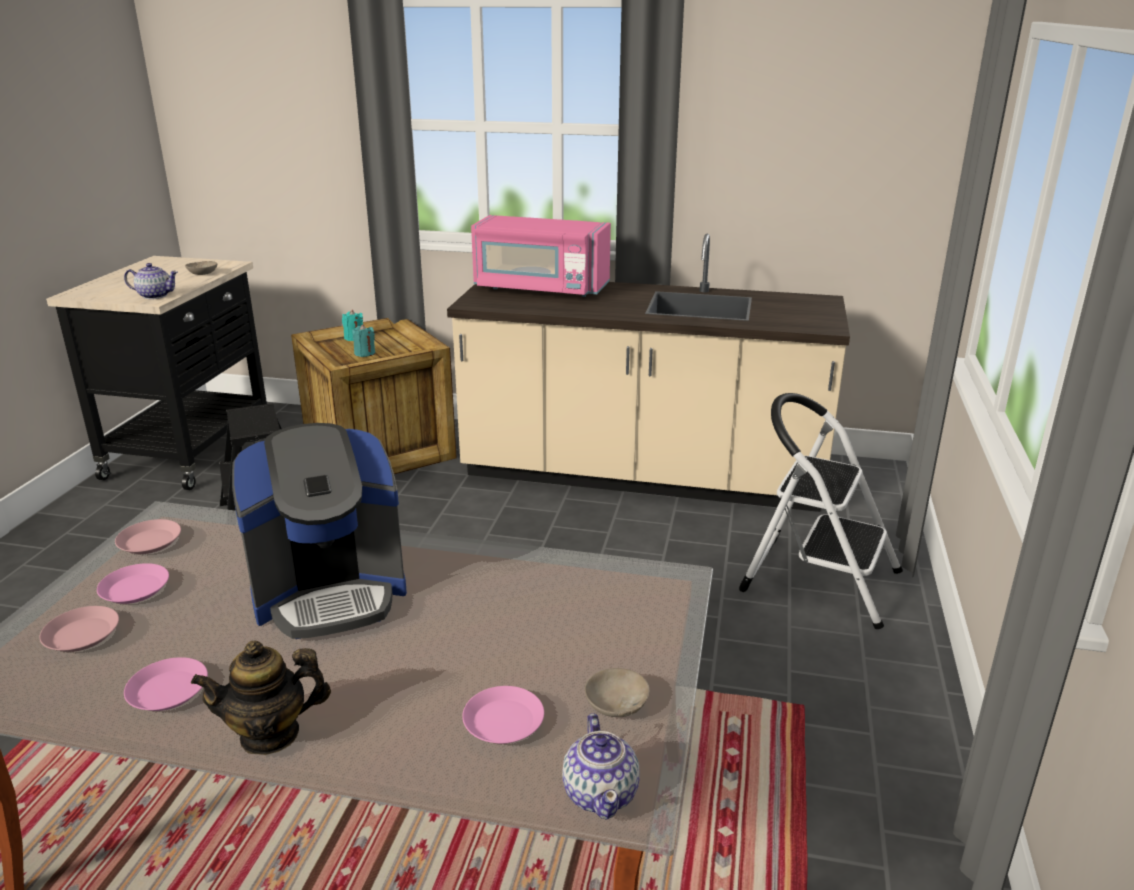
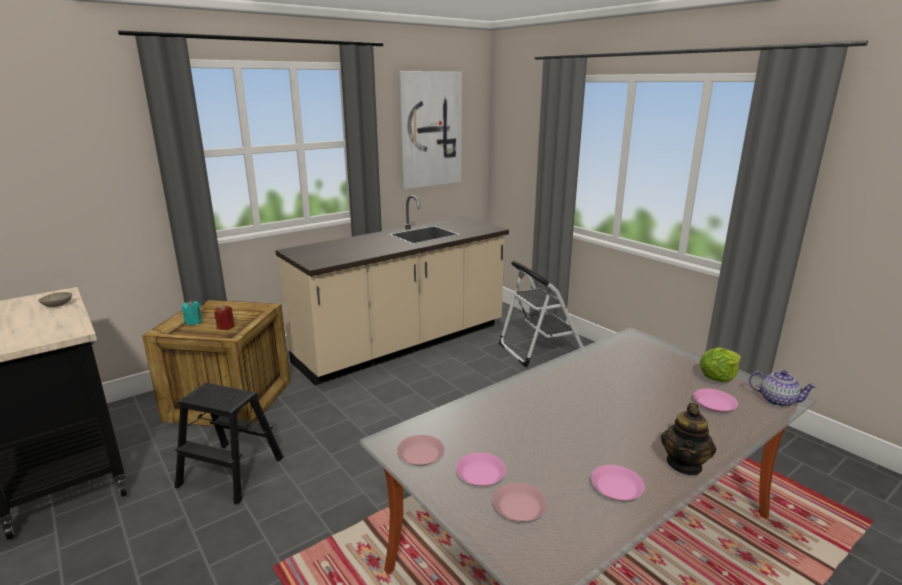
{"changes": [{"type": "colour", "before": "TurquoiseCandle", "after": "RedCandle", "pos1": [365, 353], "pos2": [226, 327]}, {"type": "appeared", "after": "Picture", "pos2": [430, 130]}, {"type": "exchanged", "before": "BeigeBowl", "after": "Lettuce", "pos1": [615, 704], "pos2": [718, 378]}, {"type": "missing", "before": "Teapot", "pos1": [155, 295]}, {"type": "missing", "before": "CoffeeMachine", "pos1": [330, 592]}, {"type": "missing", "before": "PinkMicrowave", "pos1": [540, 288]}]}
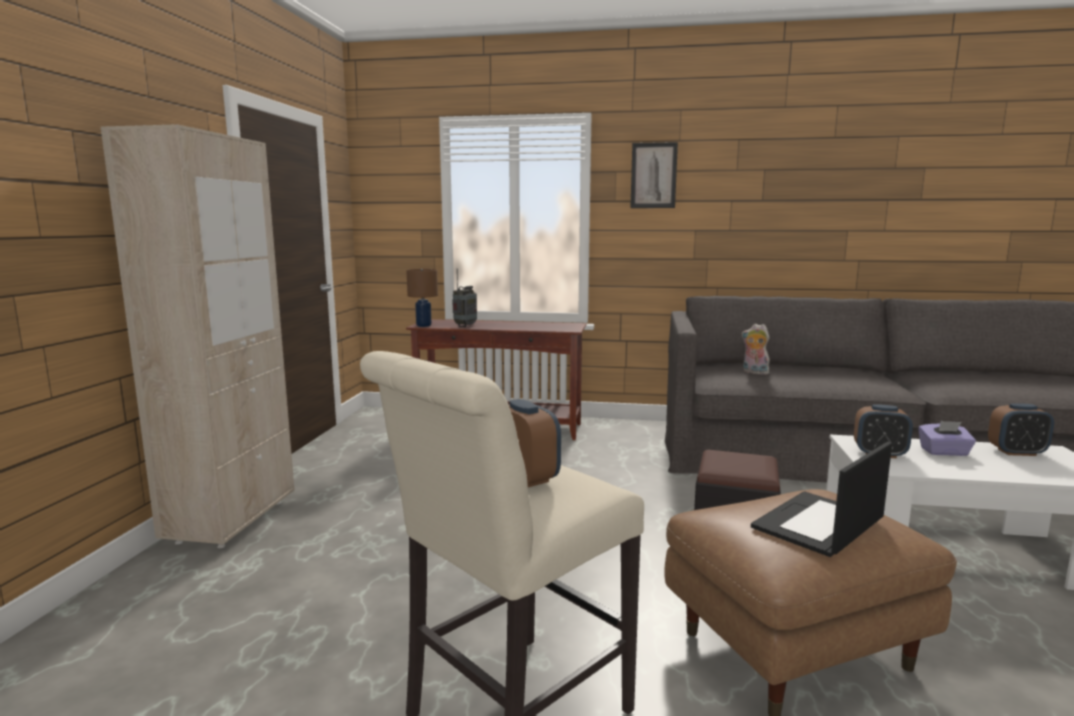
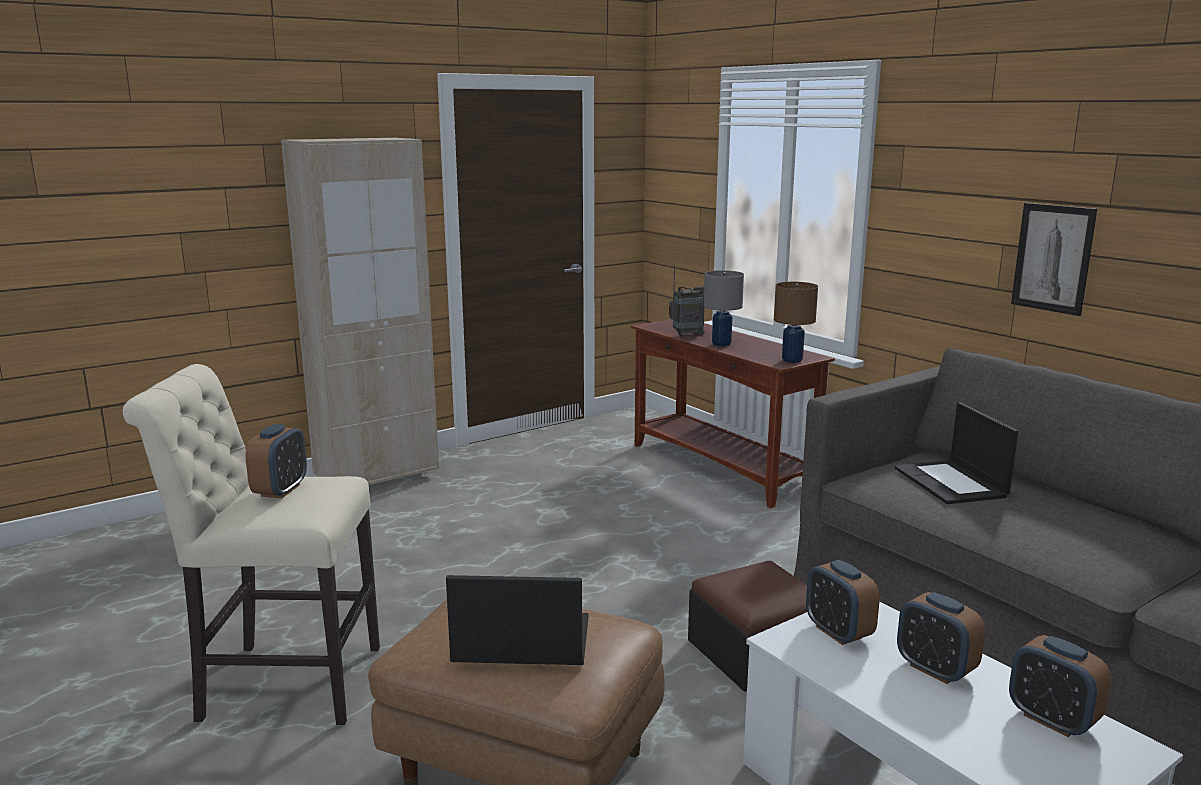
{"changes": [{"type": "appeared", "after": "GreyTableLamp", "pos2": [722, 344]}, {"type": "relocated", "before": "BrownTableLamp", "pos1": [424, 325], "pos2": [793, 361]}, {"type": "exchanged", "before": "PlushToy", "after": "Laptop", "pos1": [754, 372], "pos2": [951, 483]}, {"type": "exchanged", "before": "PurpleTissueBox", "after": "AlarmClock", "pos1": [944, 452], "pos2": [935, 669]}, {"type": "relocated", "before": "Picture", "pos1": [653, 175], "pos2": [1053, 258]}]}
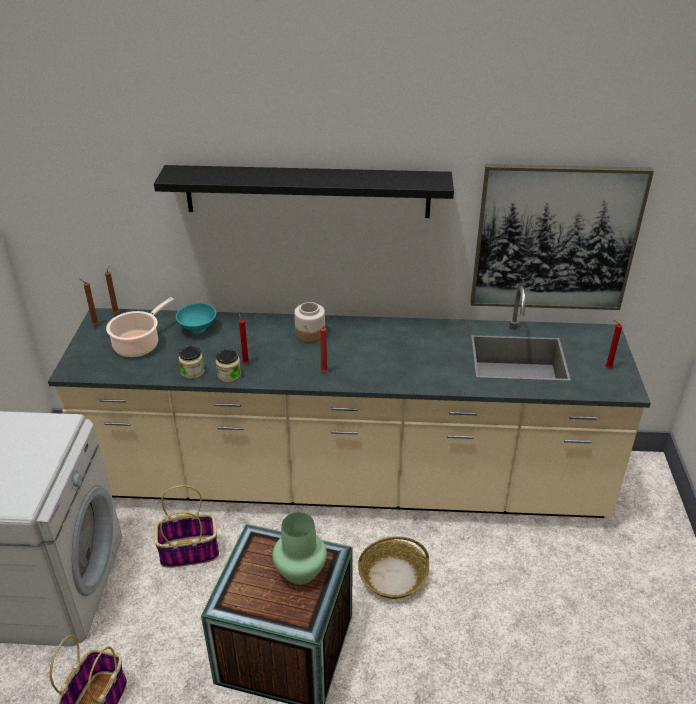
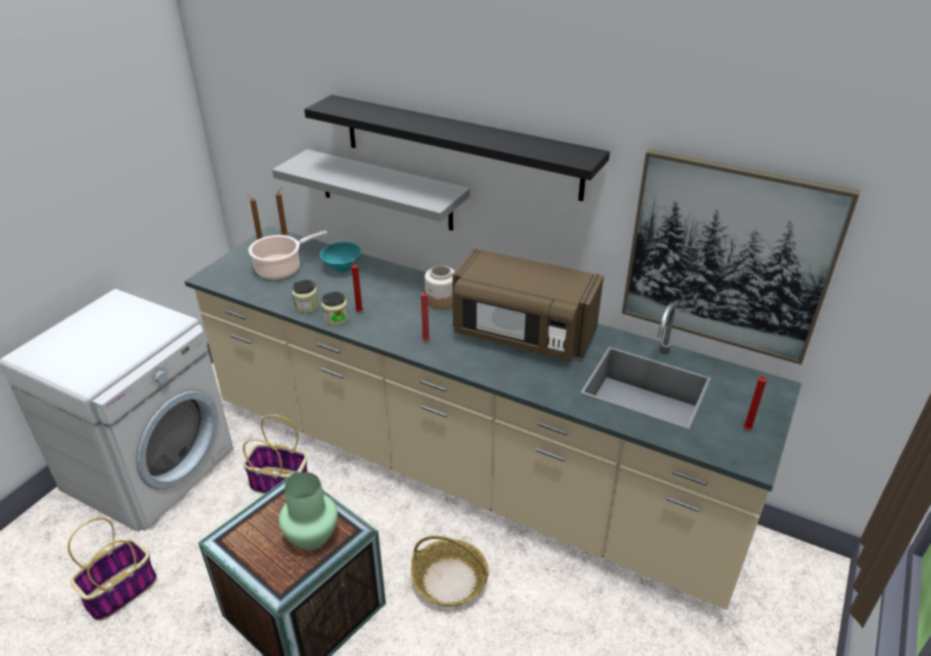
{"changes": [{"type": "appeared", "after": "GreyShelf", "pos2": [386, 190]}, {"type": "appeared", "after": "BrownMicrowave", "pos2": [522, 335]}]}
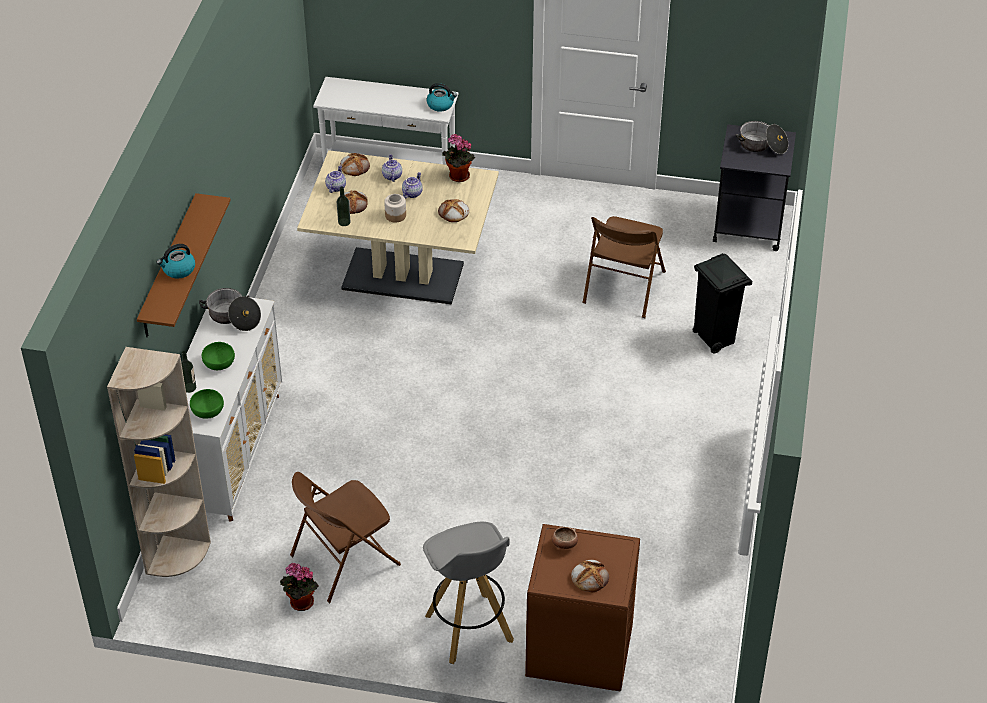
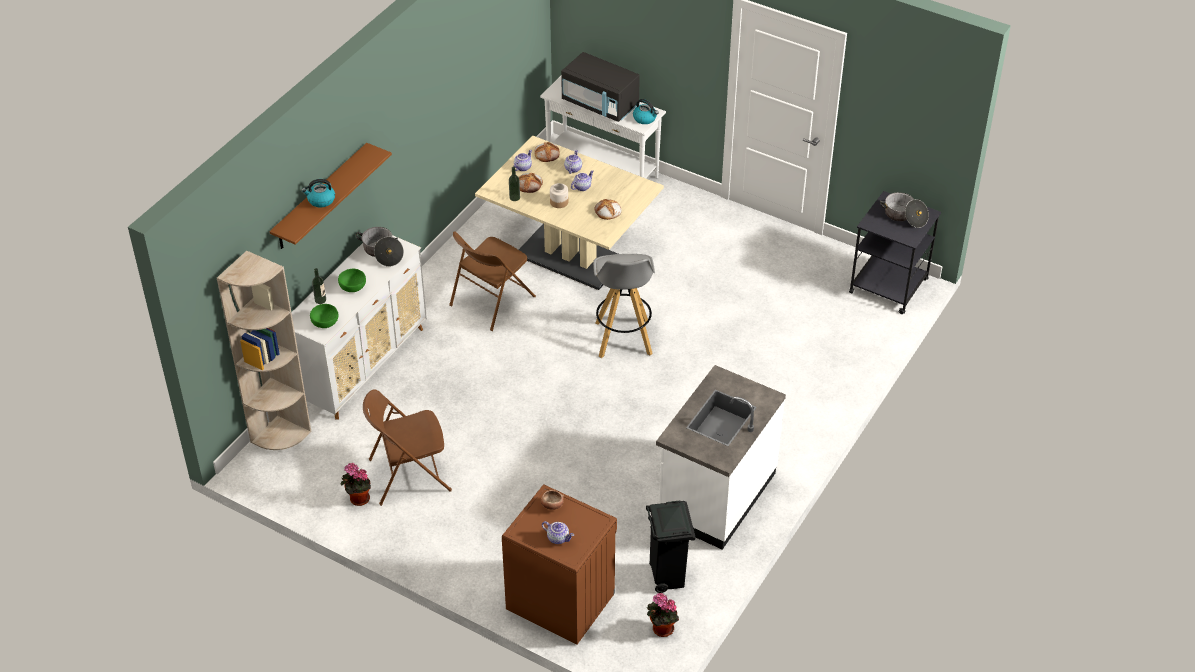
{"changes": [{"type": "relocated", "before": "BrownChair", "pos1": [623, 287], "pos2": [492, 301]}, {"type": "exchanged", "before": "Bread", "after": "Teapot", "pos1": [590, 577], "pos2": [558, 538]}, {"type": "appeared", "after": "BlackMicrowave", "pos2": [600, 104]}, {"type": "relocated", "before": "GreyStool", "pos1": [469, 630], "pos2": [623, 339]}, {"type": "relocated", "before": "BlackTrashCan", "pos1": [714, 338], "pos2": [667, 577]}, {"type": "relocated", "before": "PottedPlant", "pos1": [457, 177], "pos2": [661, 629]}, {"type": "appeared", "after": "WhiteCounter", "pos2": [716, 495]}]}
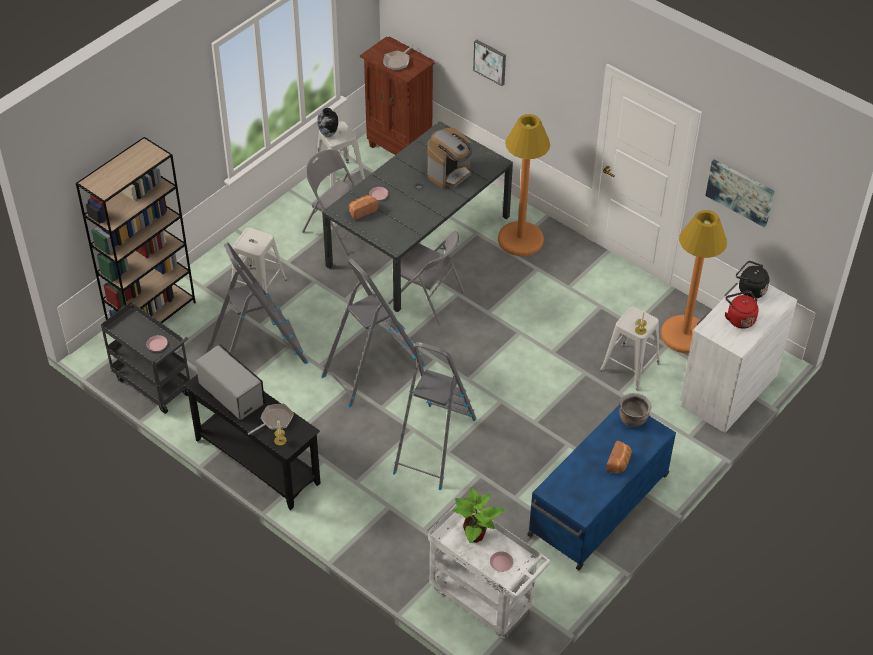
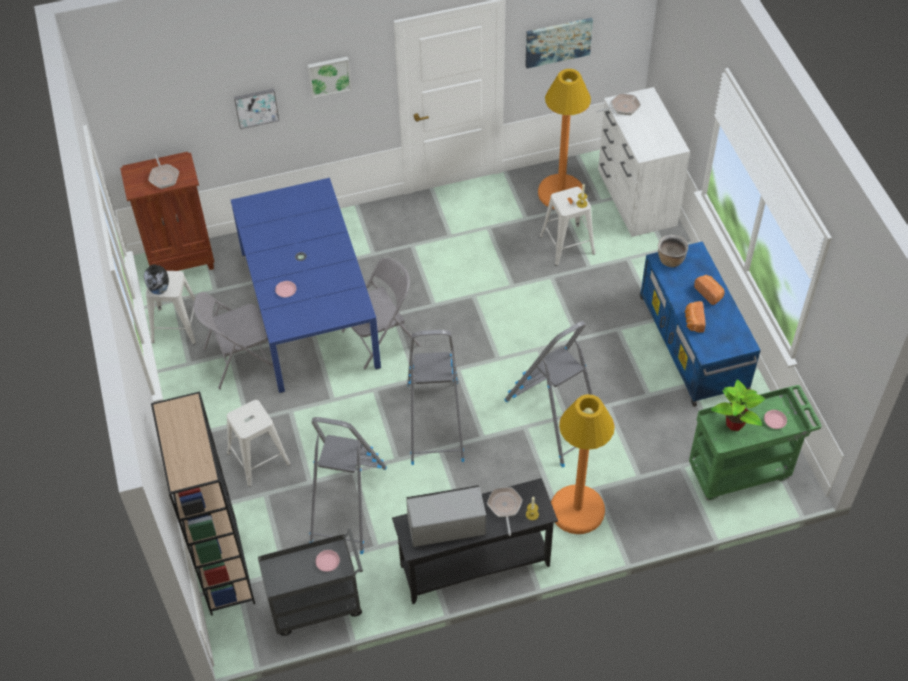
{"changes": [{"type": "colour", "before": "GreyDiningTable", "after": "BlueDiningTable", "pos1": [418, 241], "pos2": [308, 308]}, {"type": "appeared", "after": "Picture", "pos2": [329, 75]}, {"type": "relocated", "before": "OrangeFloorLamp", "pos1": [520, 239], "pos2": [577, 510]}, {"type": "exchanged", "before": "BlackKettle", "after": "FryingPan", "pos1": [750, 289], "pos2": [622, 107]}, {"type": "relocated", "before": "Bread", "pos1": [362, 211], "pos2": [693, 321]}, {"type": "colour", "before": "WhiteCart", "after": "GreenCart", "pos1": [484, 604], "pos2": [743, 473]}, {"type": "missing", "before": "CoffeeMachine", "pos1": [449, 173]}, {"type": "missing", "before": "RedKettle", "pos1": [739, 318]}]}
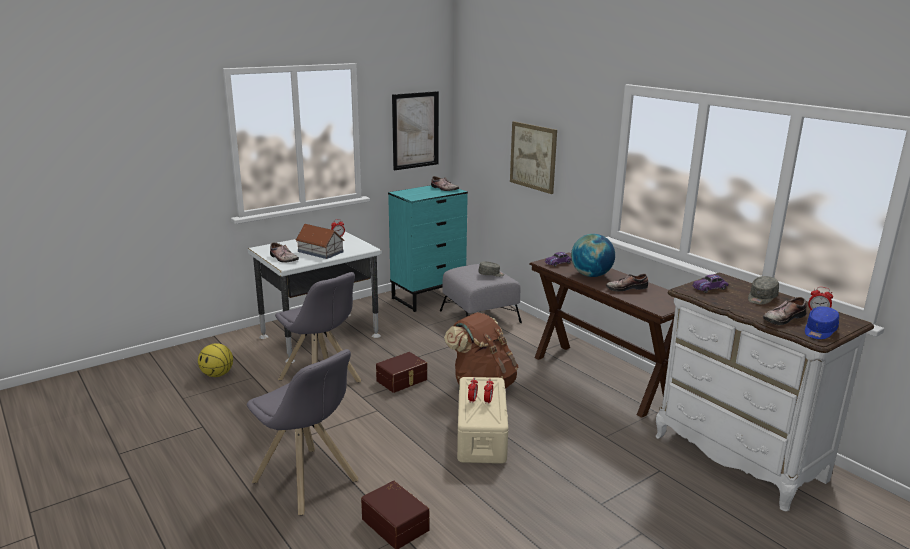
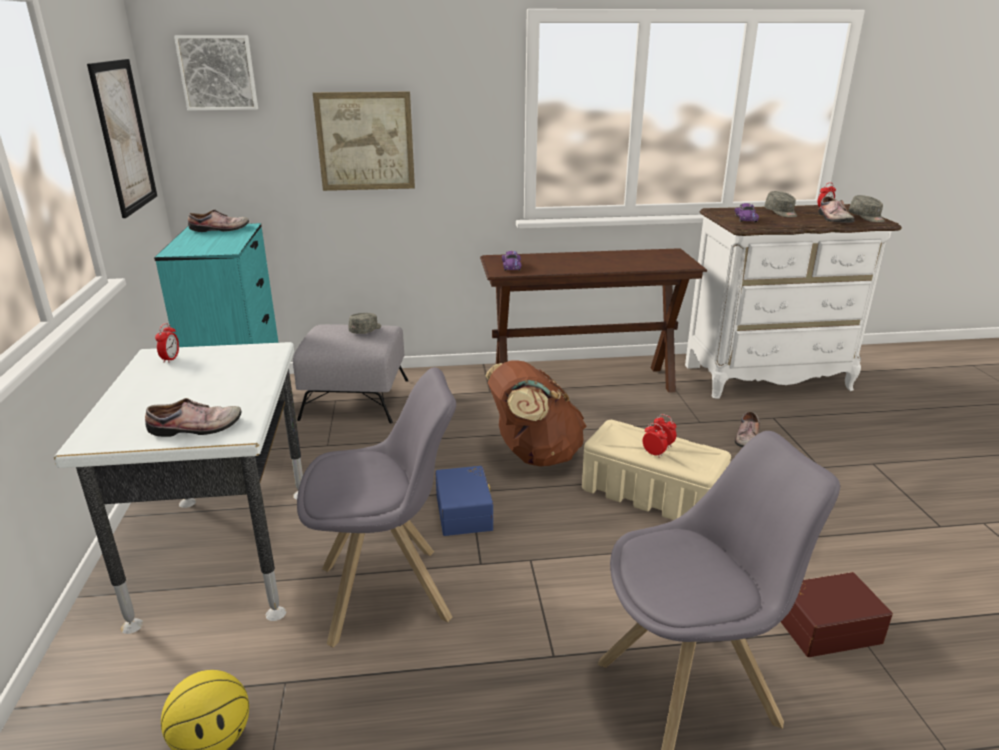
{"changes": [{"type": "appeared", "after": "Picture", "pos2": [218, 73]}, {"type": "colour", "before": "BrownStorageBox", "after": "BlueStorageBox", "pos1": [402, 380], "pos2": [465, 512]}, {"type": "relocated", "before": "Shoe", "pos1": [625, 288], "pos2": [746, 438]}, {"type": "colour", "before": "BlueCap", "after": "GreyCap", "pos1": [819, 331], "pos2": [866, 217]}, {"type": "missing", "before": "ToyHouse", "pos1": [320, 251]}, {"type": "missing", "before": "Globe", "pos1": [591, 275]}]}
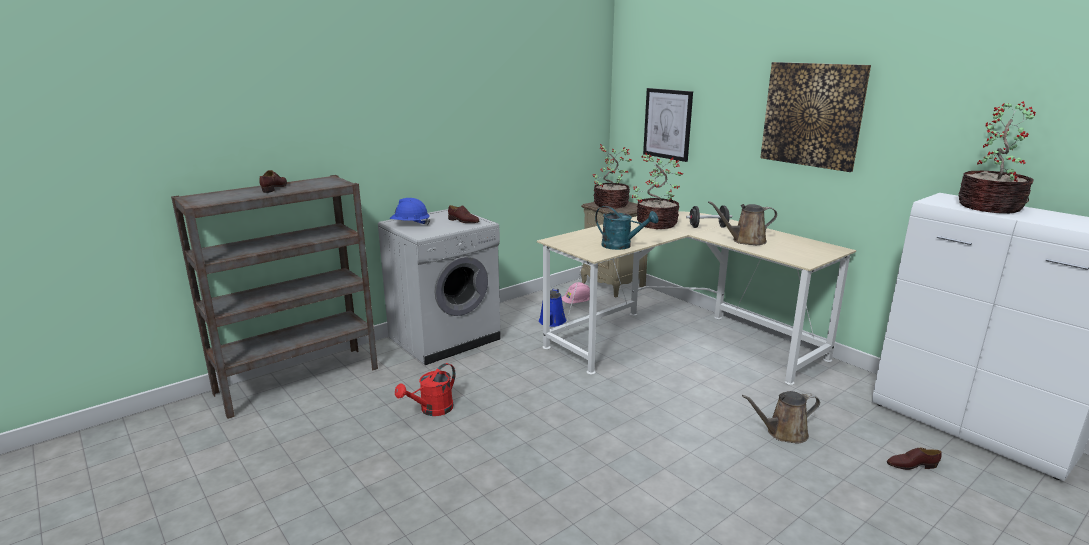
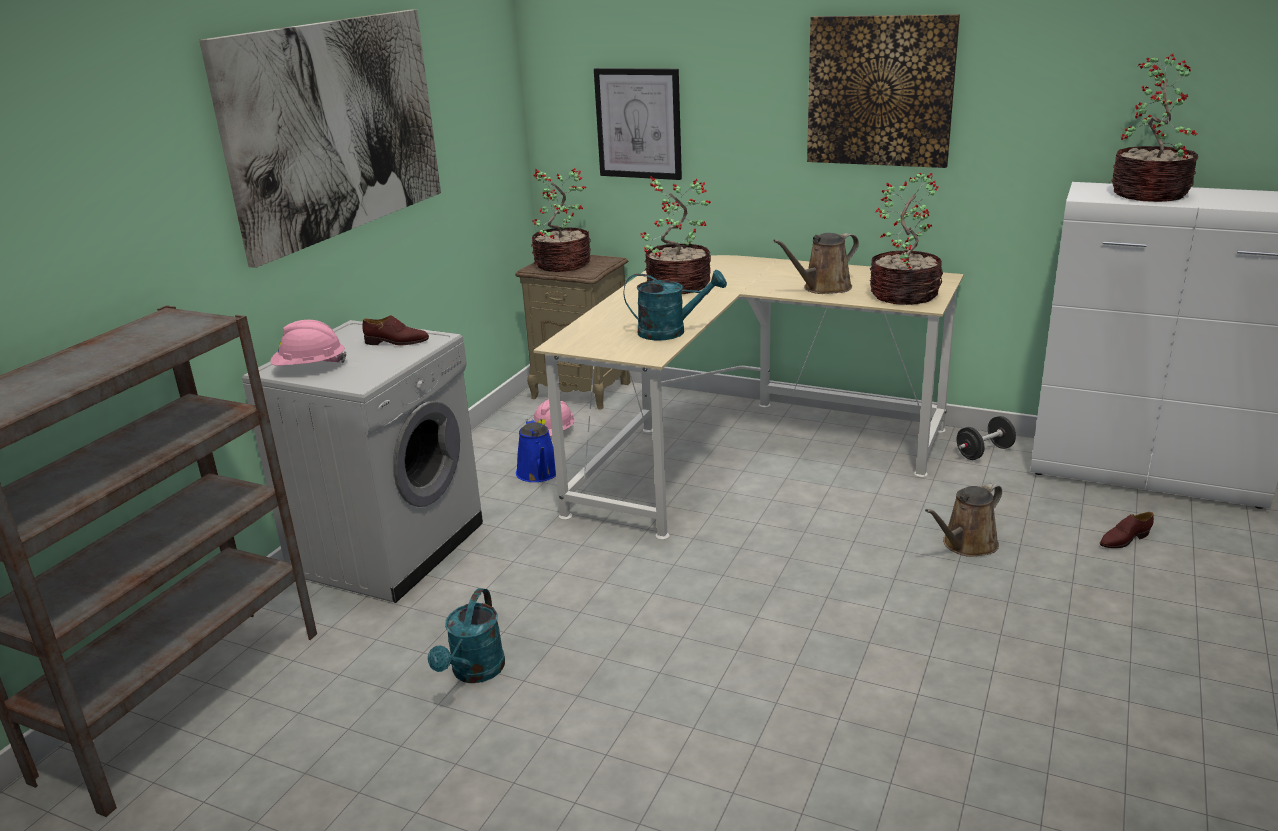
{"changes": [{"type": "appeared", "after": "Picture", "pos2": [335, 128]}, {"type": "colour", "before": "BlueHardHat", "after": "PinkHardHat", "pos1": [410, 224], "pos2": [310, 368]}, {"type": "colour", "before": "RedWateringCan", "after": "TurquoiseWateringCan", "pos1": [432, 410], "pos2": [474, 673]}, {"type": "appeared", "after": "PottedPlant", "pos2": [904, 294]}, {"type": "relocated", "before": "BlackDumbbell", "pos1": [708, 227], "pos2": [984, 452]}, {"type": "missing", "before": "BrownShoe", "pos1": [275, 188]}]}
